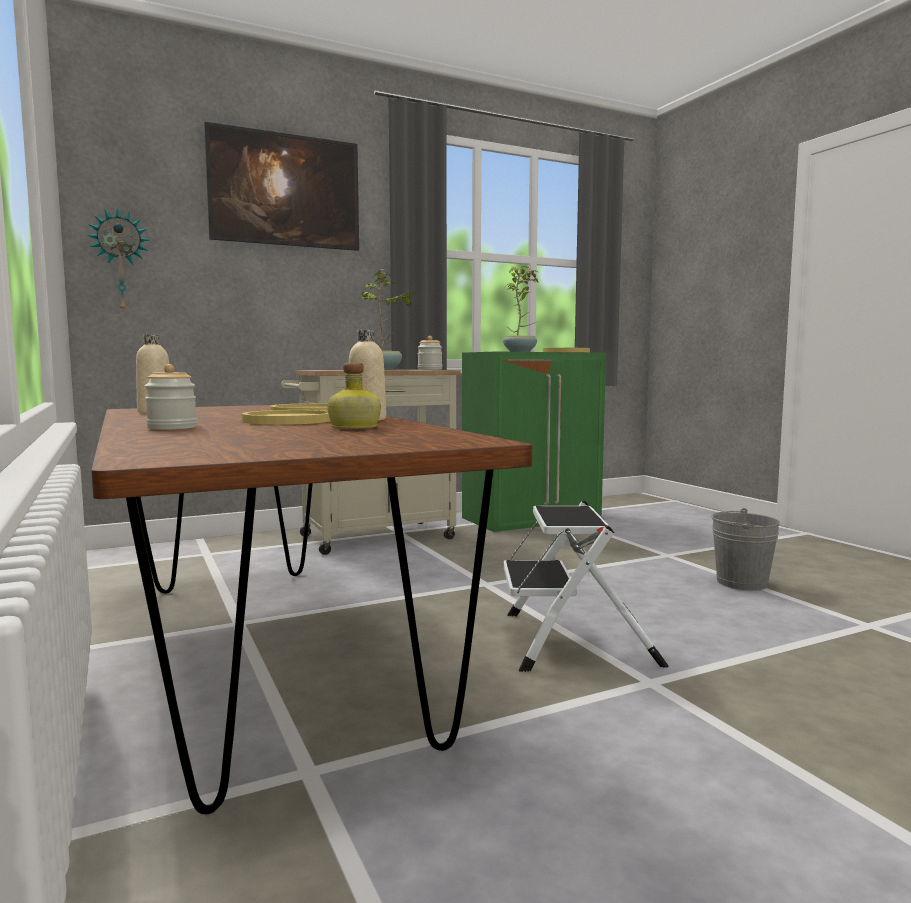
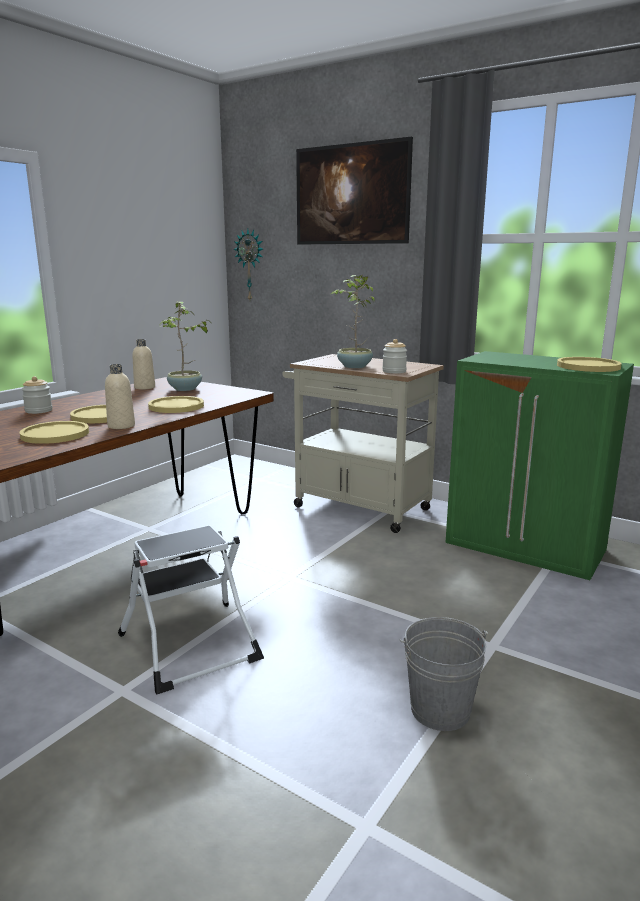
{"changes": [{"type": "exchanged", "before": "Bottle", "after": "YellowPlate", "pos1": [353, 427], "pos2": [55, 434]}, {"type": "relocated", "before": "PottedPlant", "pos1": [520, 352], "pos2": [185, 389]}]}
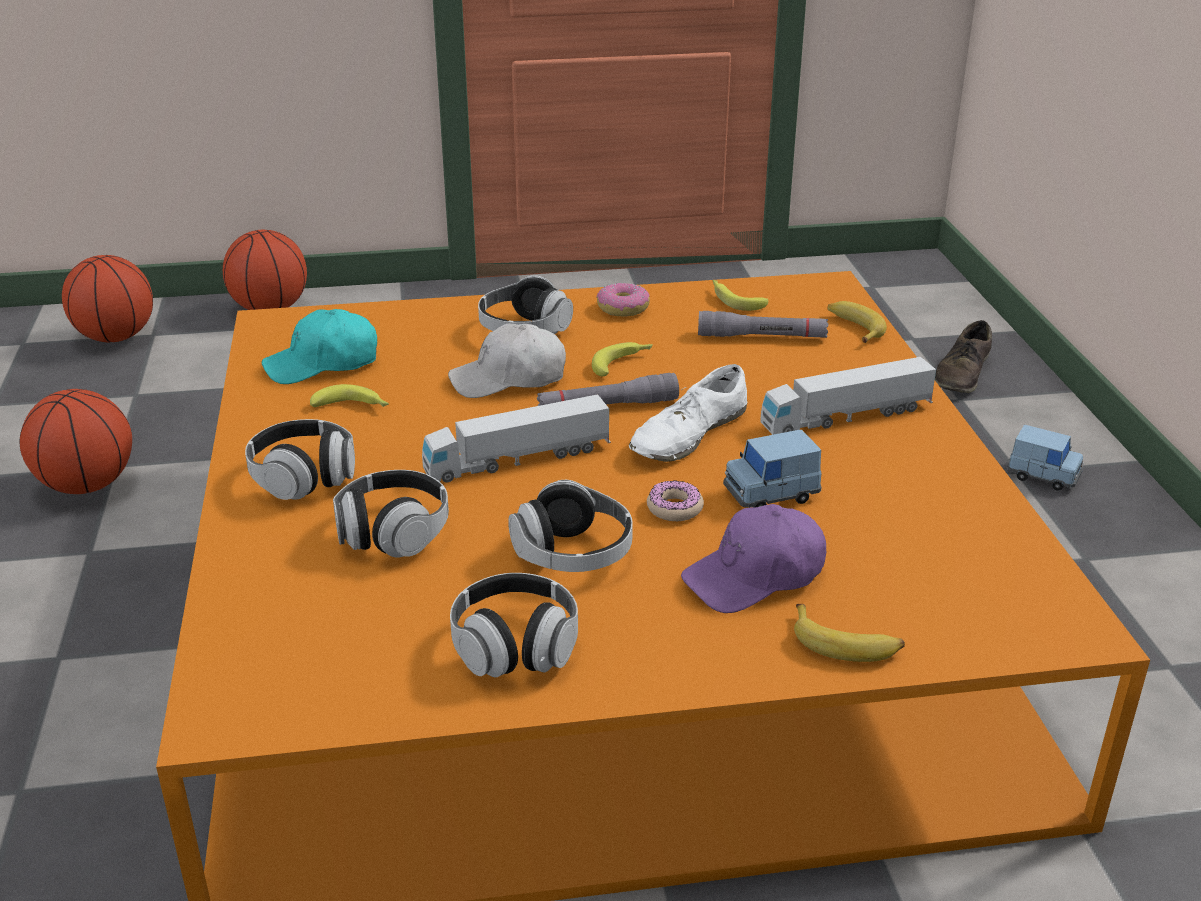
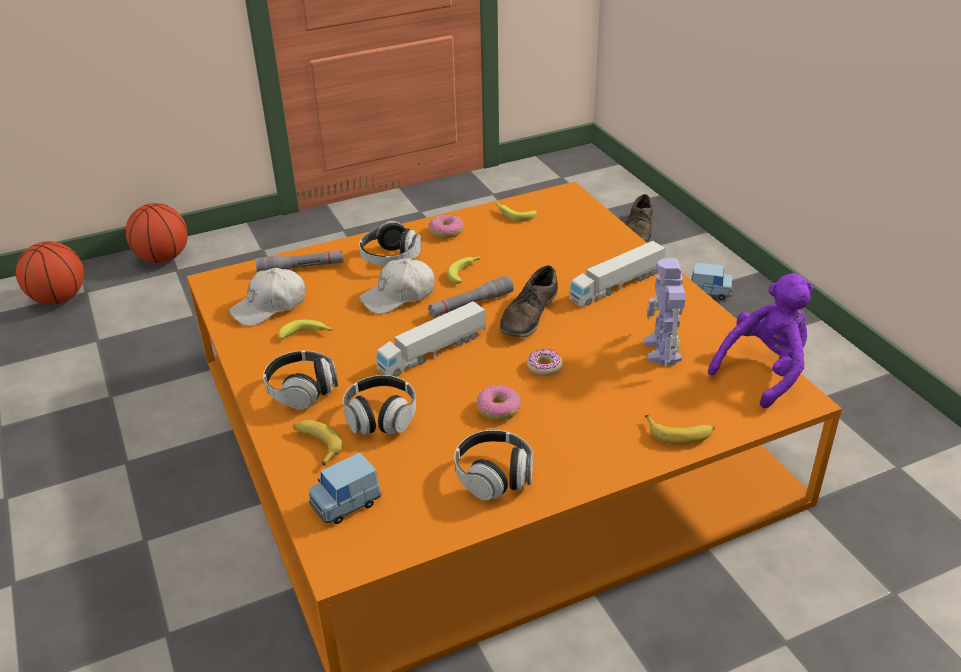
{"changes": [{"type": "colour", "before": "TurquoiseCap", "after": "WhiteCap", "pos1": [323, 364], "pos2": [269, 306]}, {"type": "relocated", "before": "GreyFlashlight", "pos1": [762, 337], "pos2": [301, 268]}, {"type": "relocated", "before": "Banana", "pos1": [854, 328], "pos2": [316, 444]}, {"type": "relocated", "before": "BlueToyCar", "pos1": [771, 494], "pos2": [346, 503]}, {"type": "exchanged", "before": "Headphones", "after": "Donut", "pos1": [573, 554], "pos2": [498, 409]}, {"type": "colour", "before": "WhiteShoe", "after": "BrownShoe", "pos1": [688, 434], "pos2": [529, 315]}, {"type": "appeared", "after": "ToyRobot", "pos2": [662, 351]}, {"type": "appeared", "after": "PurplePlushToy", "pos2": [764, 371]}, {"type": "missing", "before": "Basketball", "pos1": [87, 486]}, {"type": "missing", "before": "PurpleCap", "pos1": [755, 576]}]}
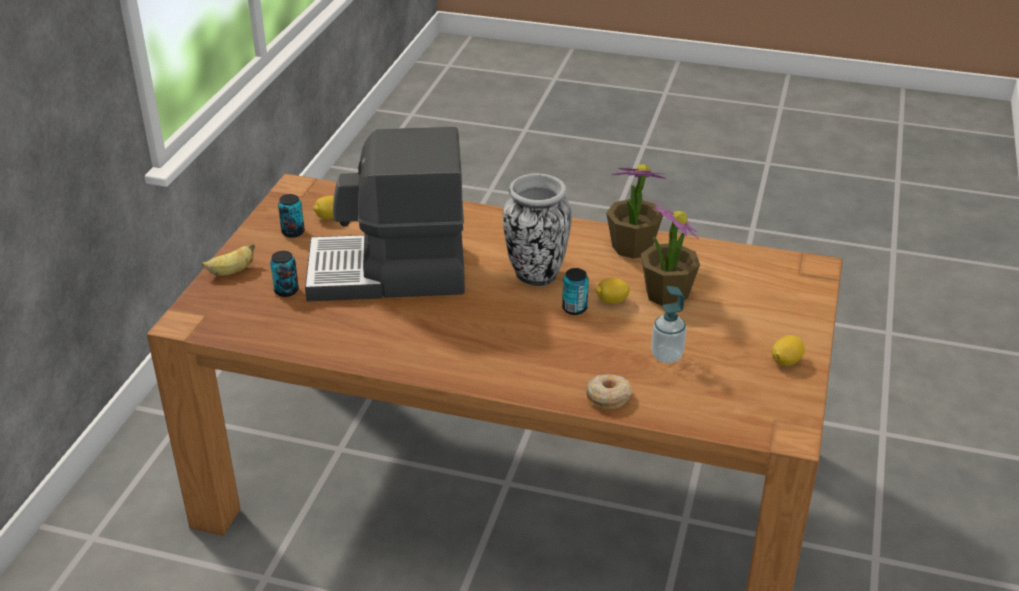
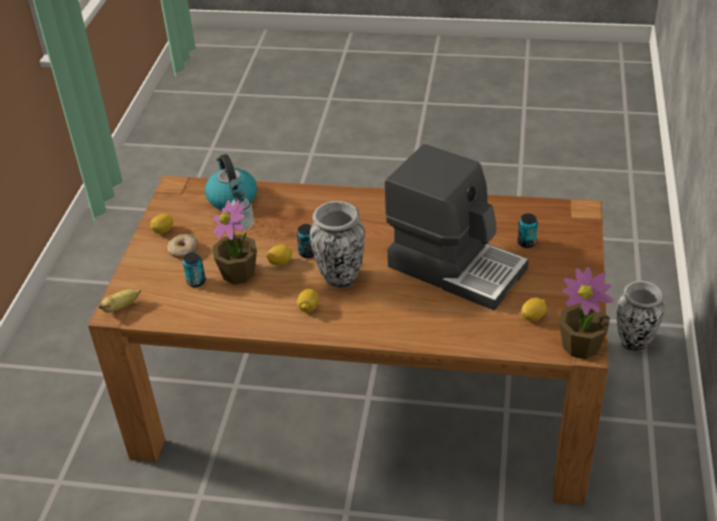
{"changes": [{"type": "relocated", "before": "Banana", "pos1": [231, 271], "pos2": [121, 307]}, {"type": "relocated", "before": "Donut", "pos1": [608, 397], "pos2": [183, 250]}, {"type": "relocated", "before": "Can", "pos1": [293, 232], "pos2": [196, 281]}, {"type": "appeared", "after": "Kettle", "pos2": [231, 198]}, {"type": "appeared", "after": "Lemon", "pos2": [308, 308]}, {"type": "spun", "before": "CoffeeMachine", "pos1": [388, 273], "pos2": [456, 266], "turn": 45}, {"type": "relocated", "before": "PottedPlant", "pos1": [632, 247], "pos2": [581, 345]}, {"type": "appeared", "after": "Vase", "pos2": [634, 342]}]}
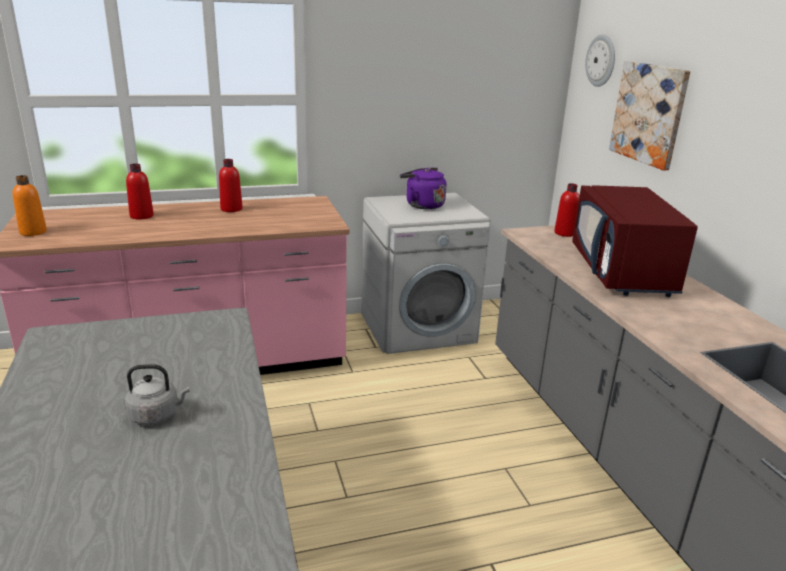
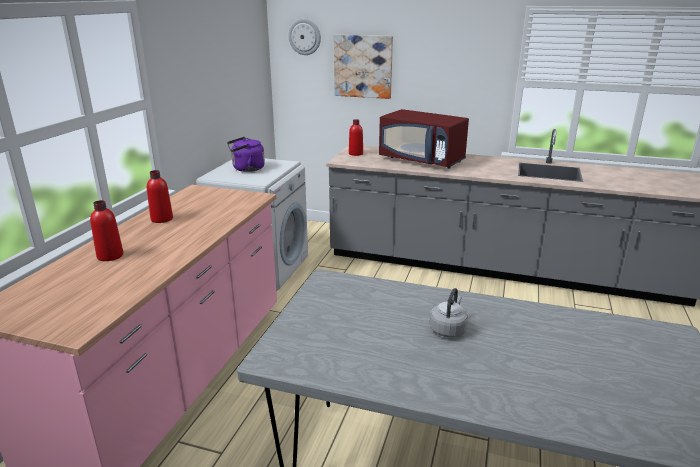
{"changes": [{"type": "missing", "before": "OrangeBottle", "pos1": [33, 232]}]}
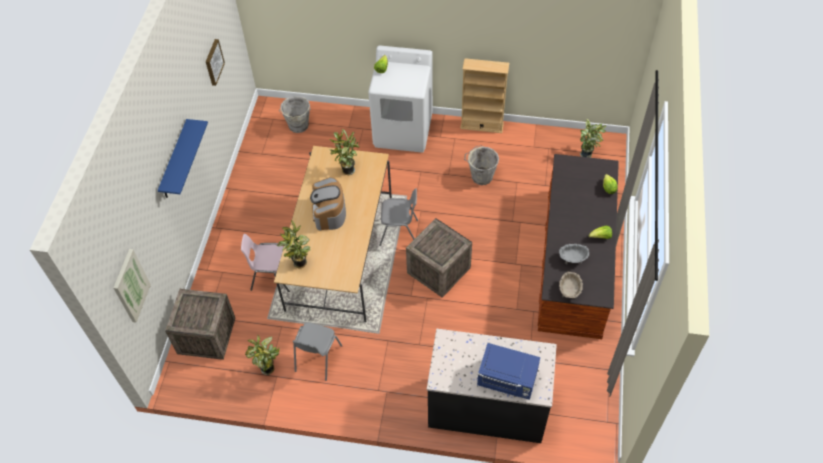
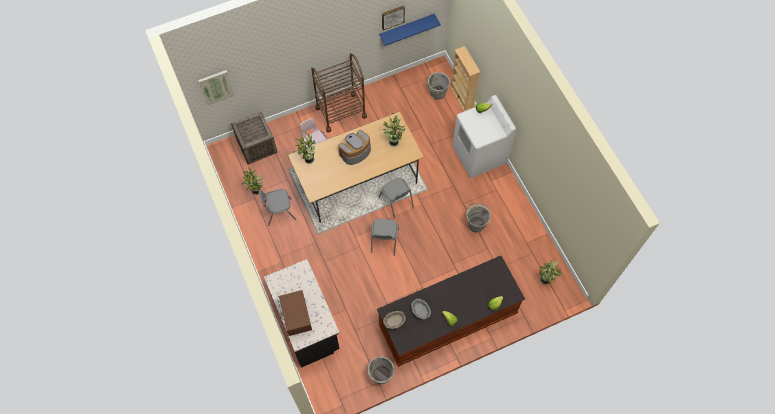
{"changes": [{"type": "colour", "before": "BlueMicrowave", "after": "BrownMicrowave", "pos1": [507, 380], "pos2": [296, 317]}, {"type": "appeared", "after": "BrownCart", "pos2": [341, 112]}, {"type": "appeared", "after": "GreyBucket", "pos2": [380, 376]}, {"type": "exchanged", "before": "Crate", "after": "GreyChair", "pos1": [438, 270], "pos2": [384, 241]}, {"type": "relocated", "before": "BlueShelf", "pos1": [175, 161], "pos2": [406, 28]}, {"type": "relocated", "before": "BeigeBookcase", "pos1": [482, 125], "pos2": [461, 97]}]}
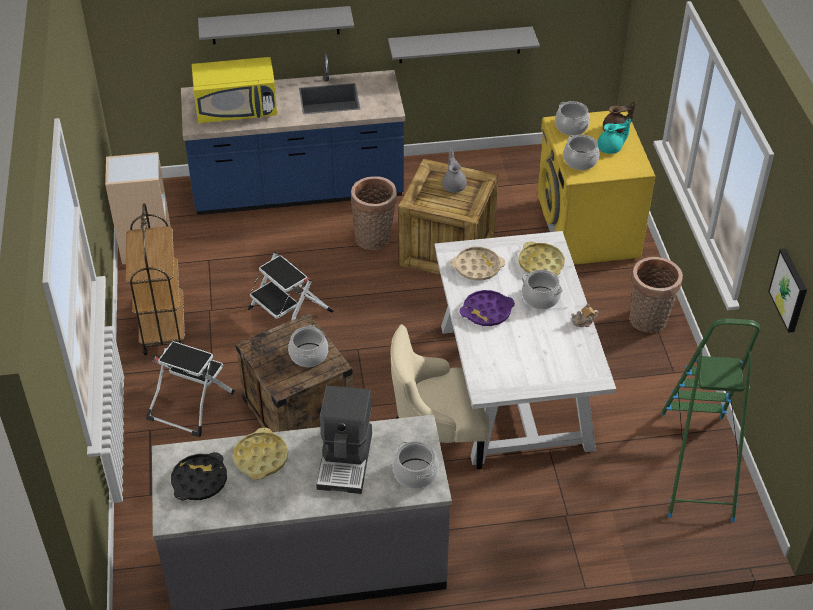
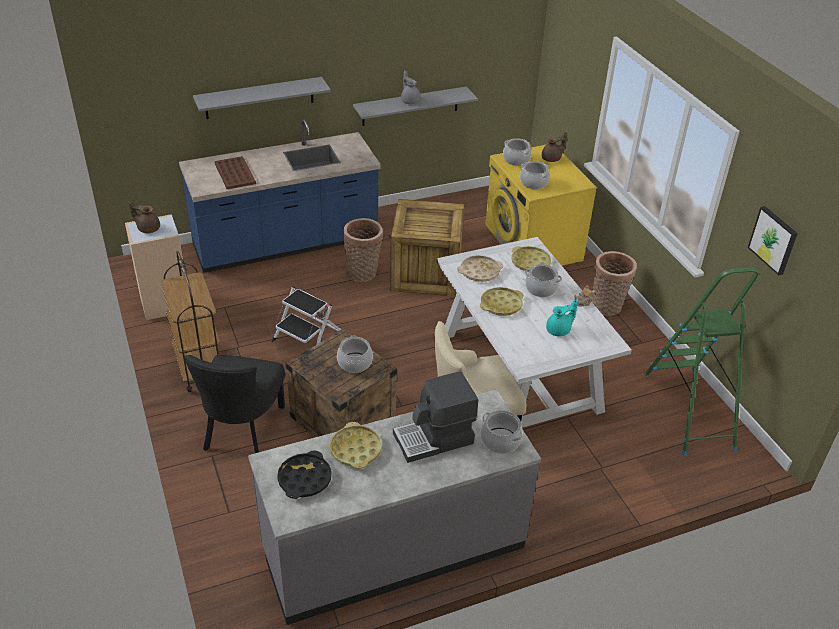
{"changes": [{"type": "appeared", "after": "BrownTeapot", "pos2": [148, 228]}, {"type": "exchanged", "before": "StepLadder", "after": "BlackChair", "pos1": [190, 402], "pos2": [242, 426]}, {"type": "exchanged", "before": "YellowMicrowave", "after": "BrownTray", "pos1": [237, 110], "pos2": [235, 173]}, {"type": "spun", "before": "CoffeeMachine", "pos1": [346, 460], "pos2": [434, 439], "turn": 75}, {"type": "relocated", "before": "GreyTeapot", "pos1": [454, 186], "pos2": [410, 101]}, {"type": "colour", "before": "PurpleTray", "after": "YellowTray", "pos1": [486, 312], "pos2": [501, 305]}, {"type": "relocated", "before": "TurquoiseTeapot", "pos1": [611, 148], "pos2": [559, 330]}]}
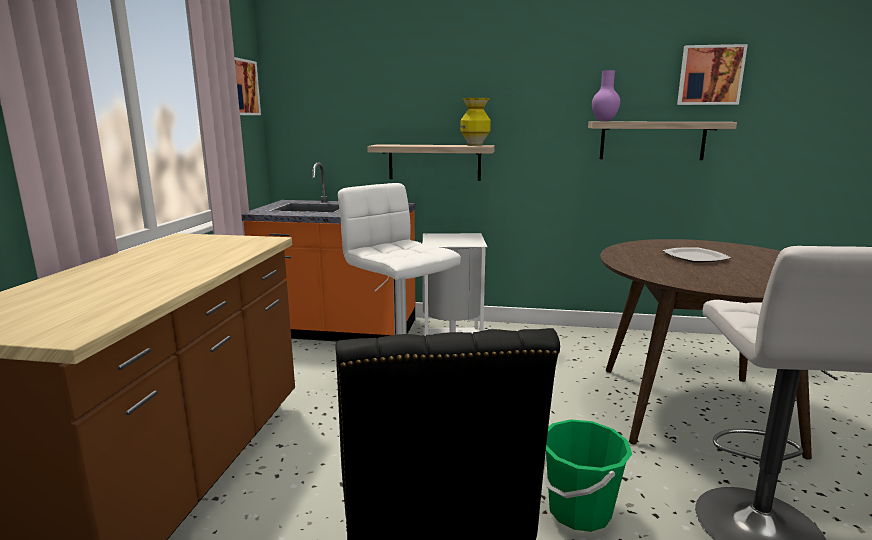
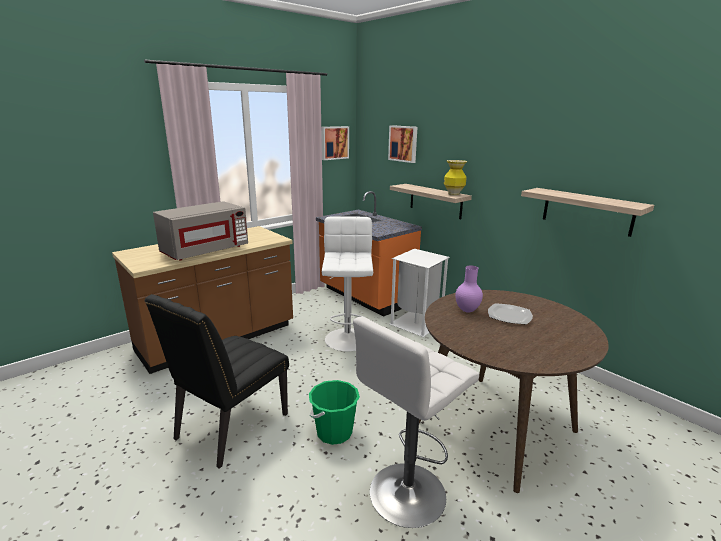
{"changes": [{"type": "appeared", "after": "GreyMicrowave", "pos2": [205, 251]}, {"type": "relocated", "before": "Picture", "pos1": [710, 75], "pos2": [403, 143]}, {"type": "relocated", "before": "PurpleVase", "pos1": [605, 121], "pos2": [467, 311]}]}
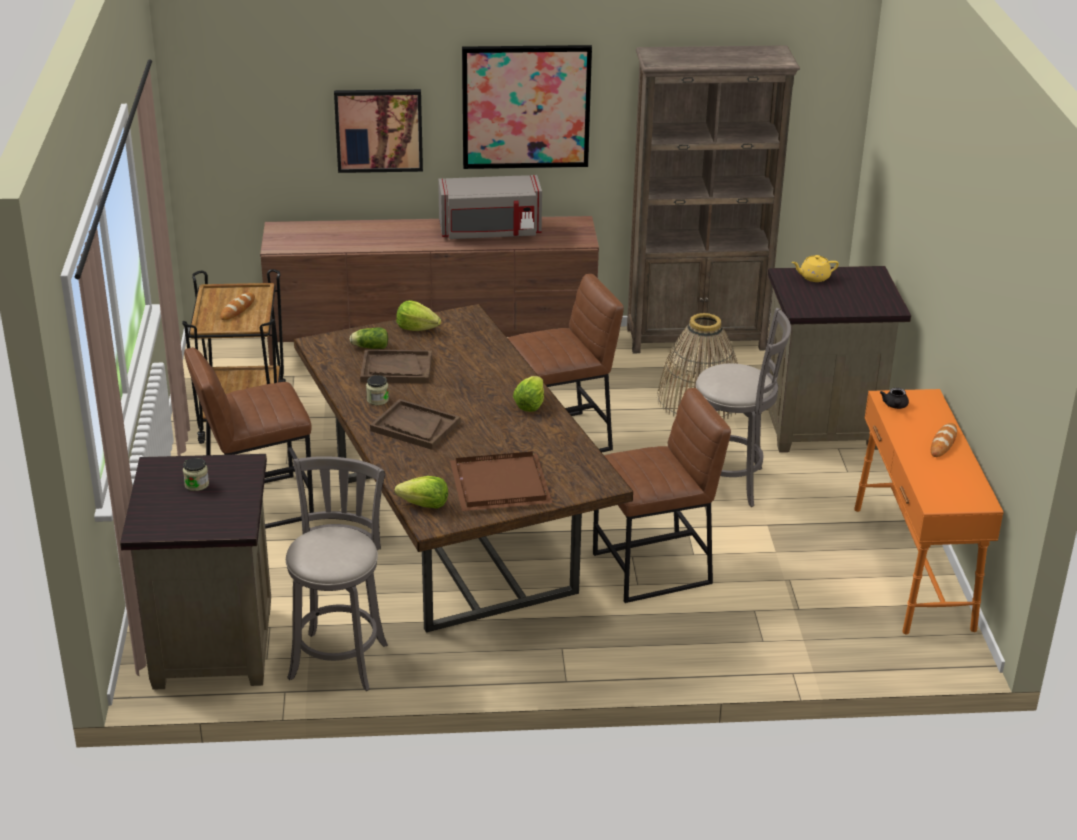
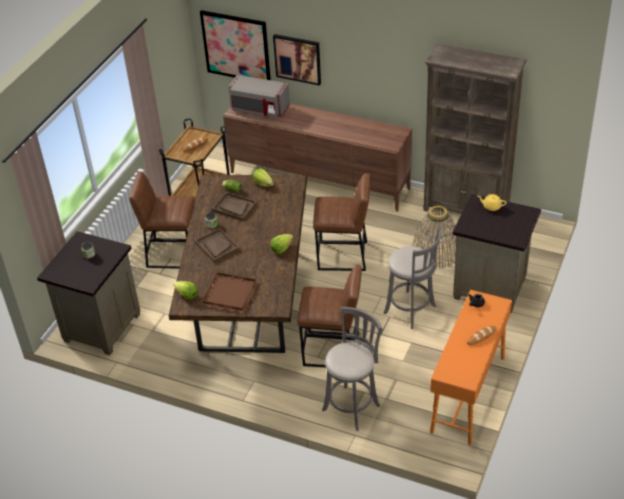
{"changes": [{"type": "relocated", "before": "Picture", "pos1": [526, 106], "pos2": [236, 46]}, {"type": "relocated", "before": "GreyMicrowave", "pos1": [490, 232], "pos2": [259, 109]}, {"type": "relocated", "before": "GreyStool", "pos1": [340, 657], "pos2": [353, 406]}]}
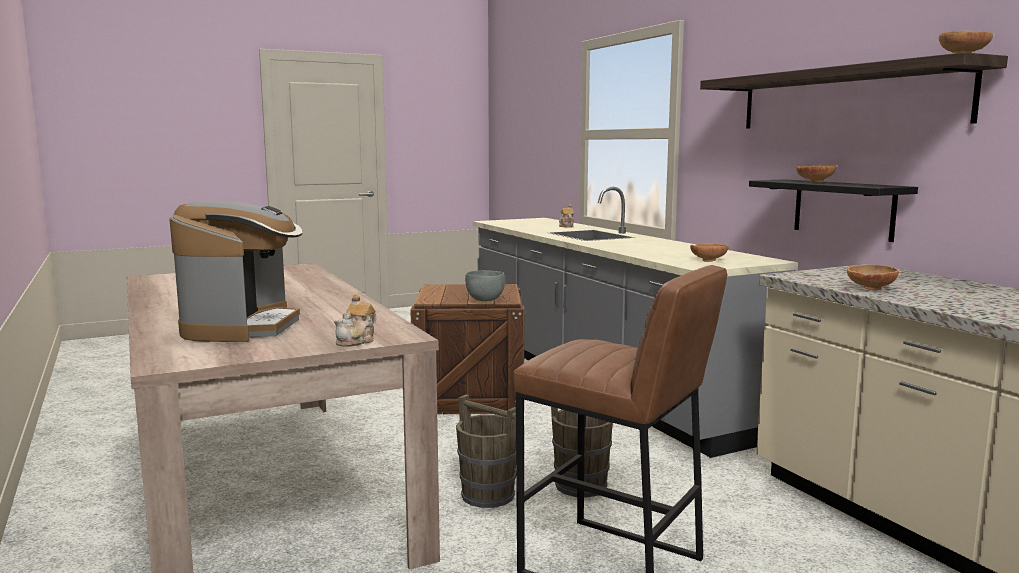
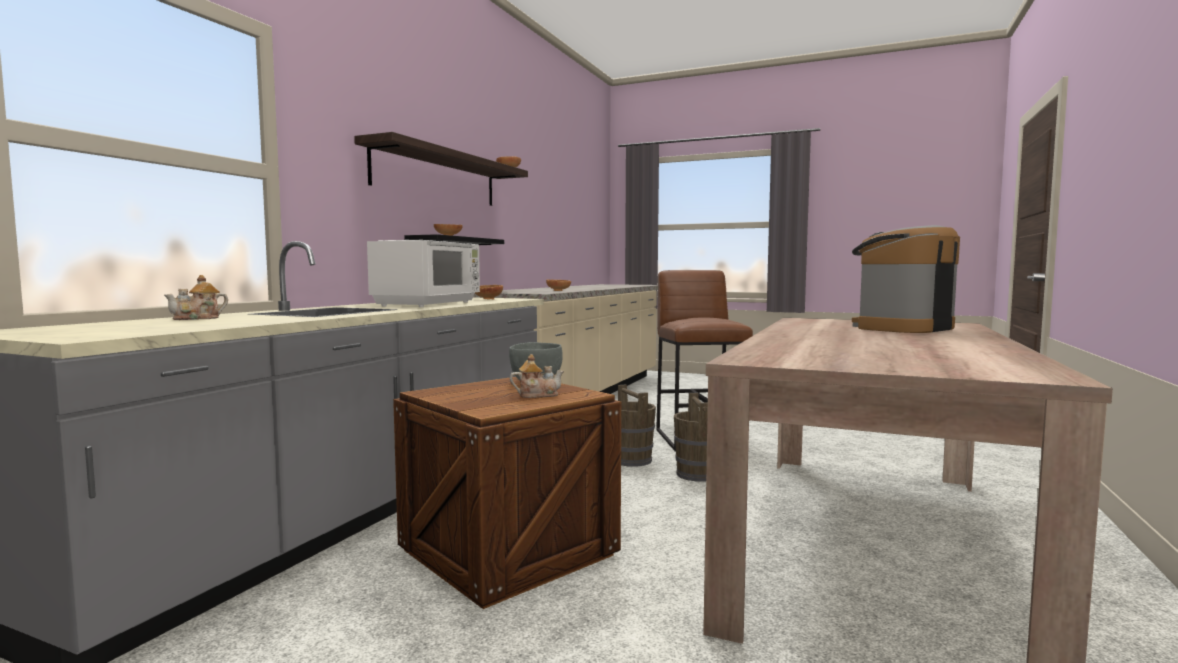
{"changes": [{"type": "appeared", "after": "WhiteMicrowave", "pos2": [429, 304]}, {"type": "relocated", "before": "Teapot", "pos1": [357, 341], "pos2": [537, 395]}]}
